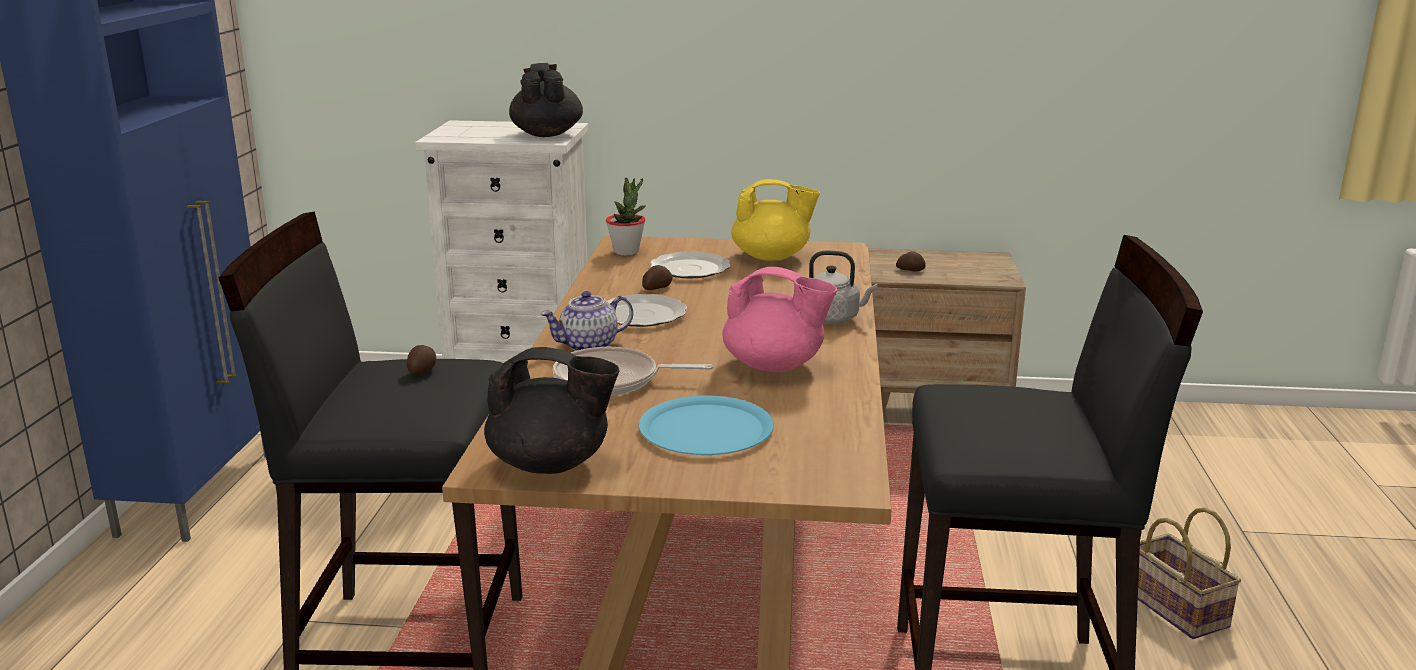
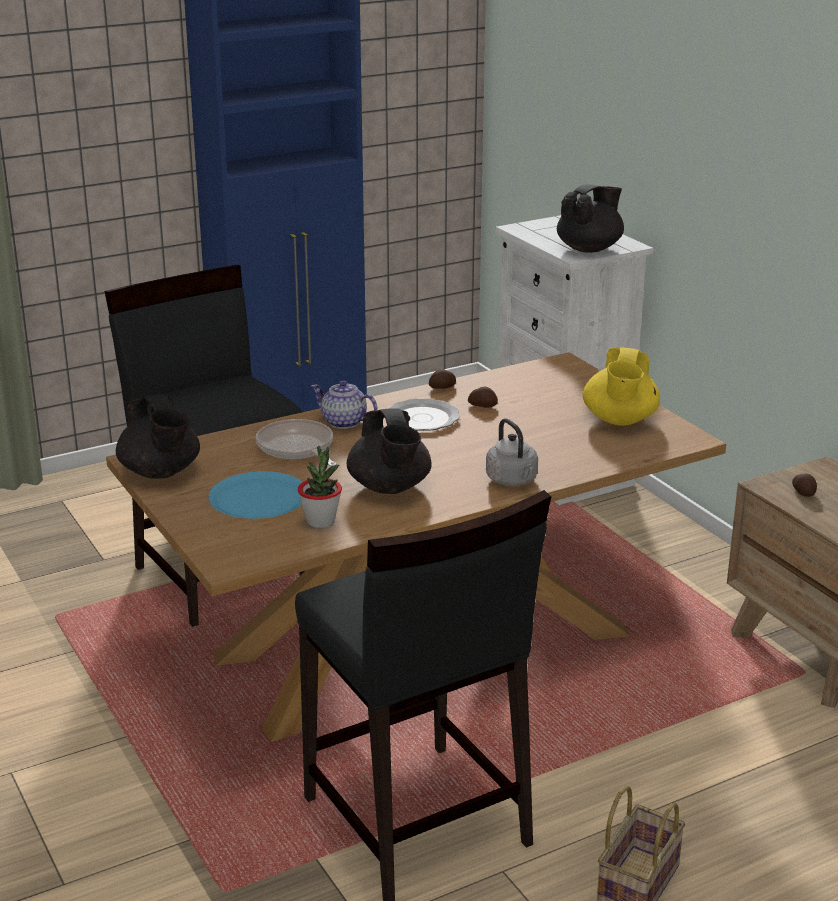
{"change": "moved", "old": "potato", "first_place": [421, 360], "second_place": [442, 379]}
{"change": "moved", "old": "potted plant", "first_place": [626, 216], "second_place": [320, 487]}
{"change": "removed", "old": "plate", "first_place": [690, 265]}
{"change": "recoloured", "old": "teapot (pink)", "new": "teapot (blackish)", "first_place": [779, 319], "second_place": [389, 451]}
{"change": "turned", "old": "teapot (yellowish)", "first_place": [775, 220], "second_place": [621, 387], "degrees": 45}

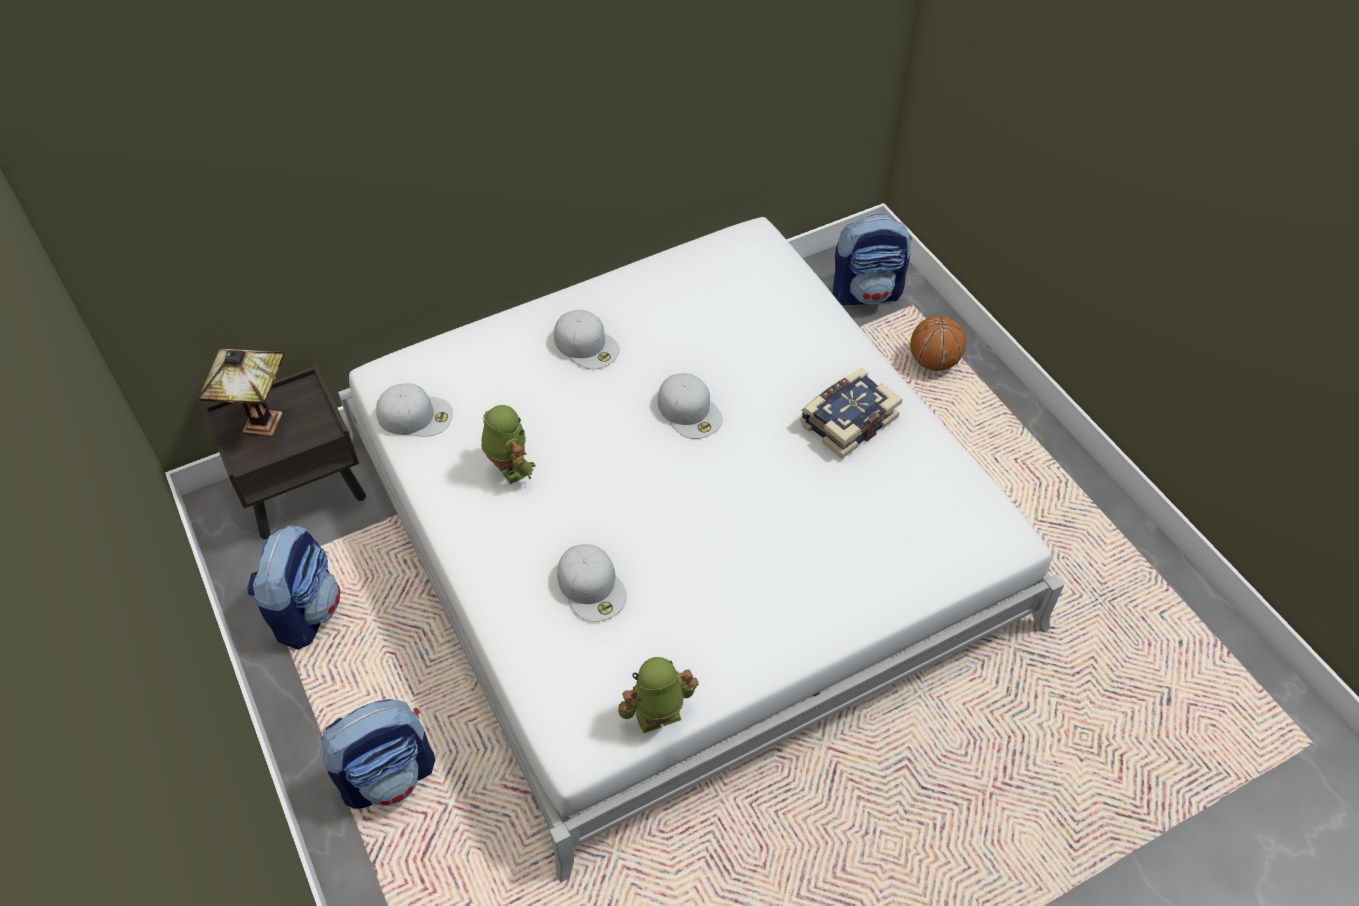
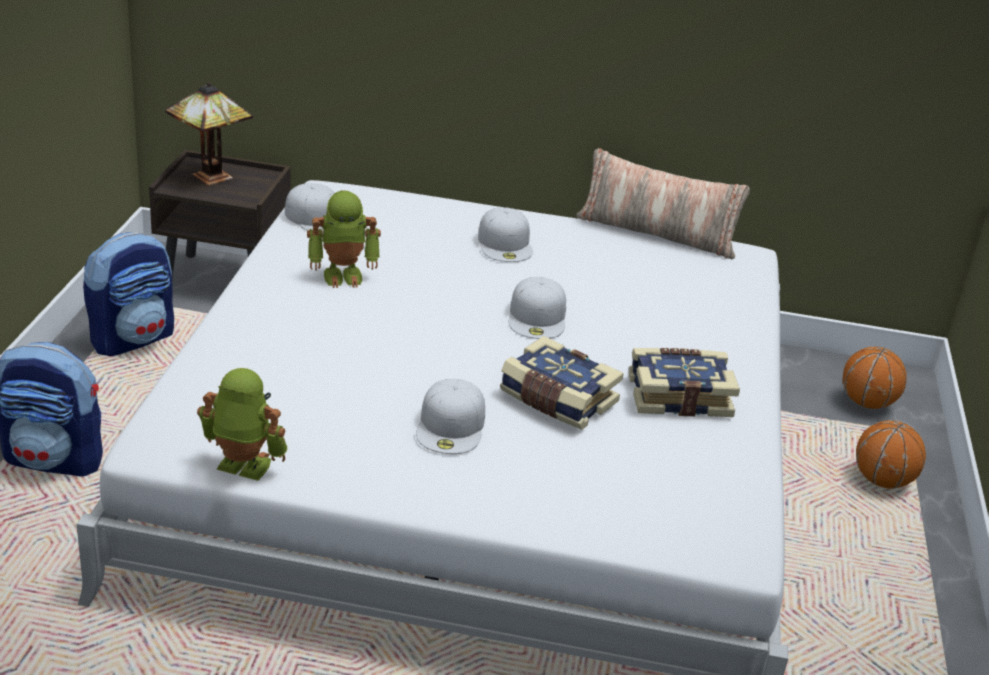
{"change": "turned", "old": "robot figure", "first_place": [508, 444], "second_place": [344, 239], "degrees": 75}
{"change": "moved", "old": "baseball cap (white)", "first_place": [592, 583], "second_place": [450, 416]}
{"change": "replaced", "old": "knapsack", "new": "basketball ball", "first_place": [872, 259], "second_place": [875, 378]}
{"change": "added", "new": "bound book", "second_place": [562, 383]}
{"change": "added", "new": "throw pillow", "second_place": [663, 203]}

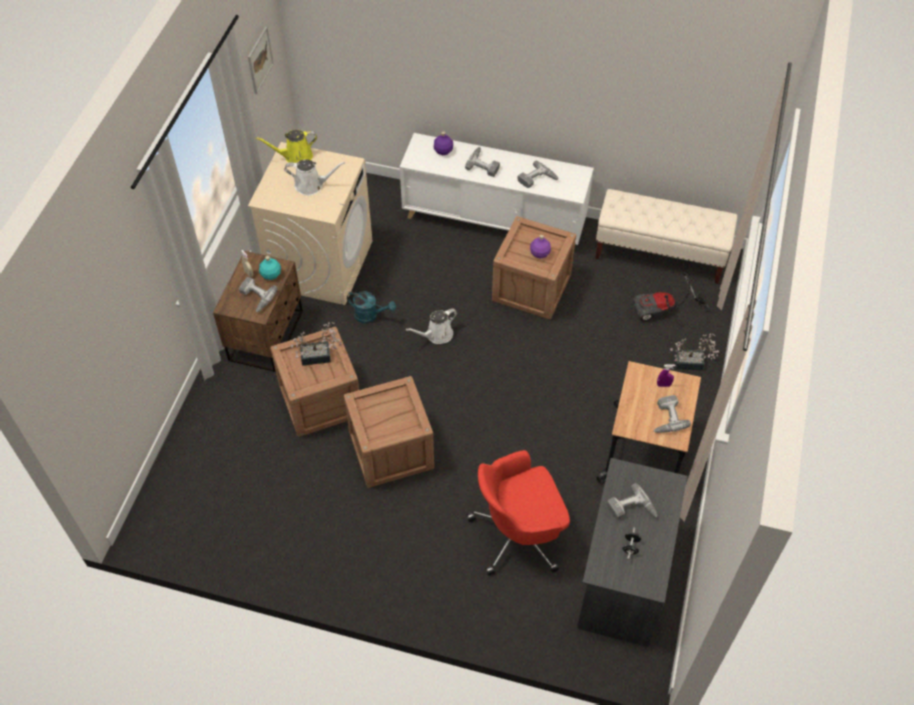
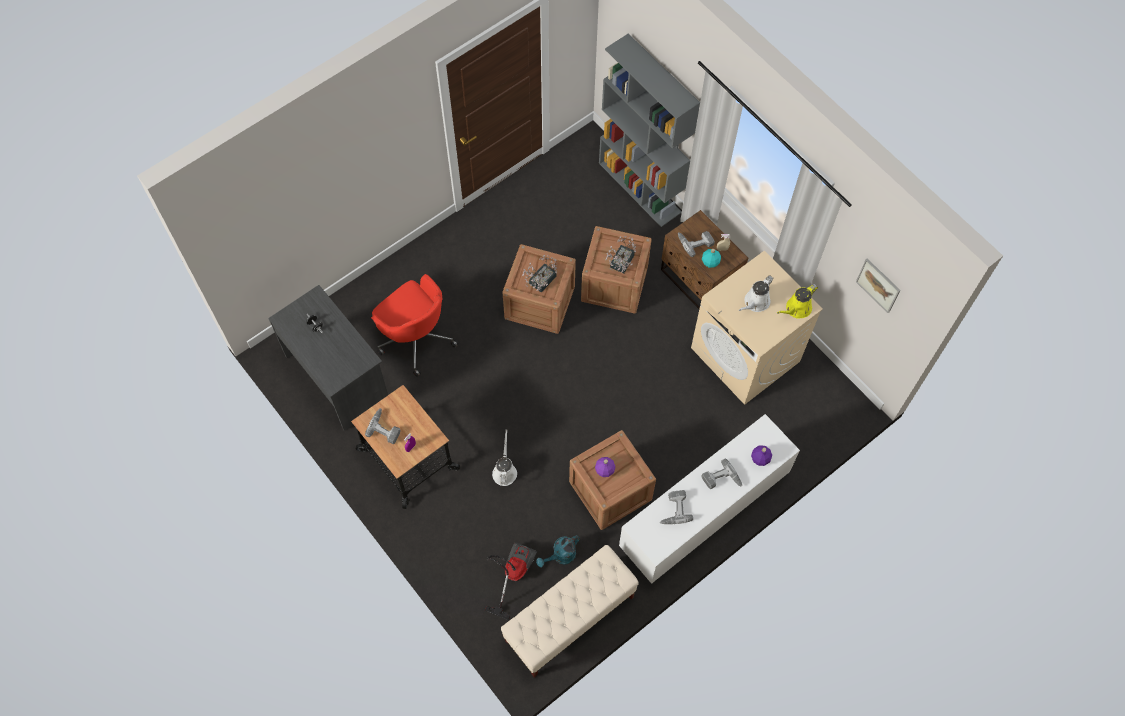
{"change": "turned", "old": "watering pot (yellowish)", "first_place": [286, 146], "second_place": [797, 301], "degrees": -150}
{"change": "moved", "old": "watering pot (turquoise-coloured)", "first_place": [371, 307], "second_place": [558, 551]}
{"change": "moved", "old": "watering pot (white)", "first_place": [432, 326], "second_place": [504, 458]}
{"change": "turned", "old": "computer chair (red-coloured)", "first_place": [518, 513], "second_place": [415, 325], "degrees": 120}
{"change": "removed", "old": "drill", "first_place": [631, 501]}
{"change": "moved", "old": "potted plant", "first_place": [694, 351], "second_place": [539, 274]}
{"change": "added", "new": "bookshelf (grey)", "second_place": [649, 130]}

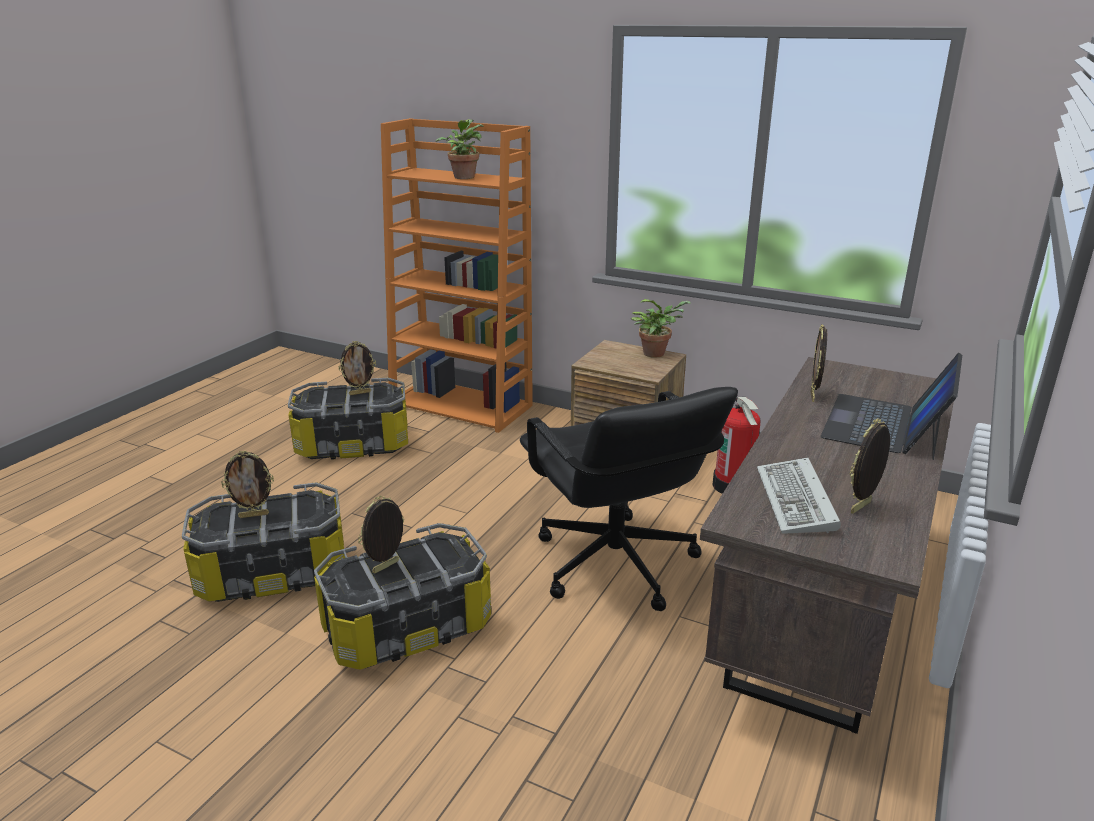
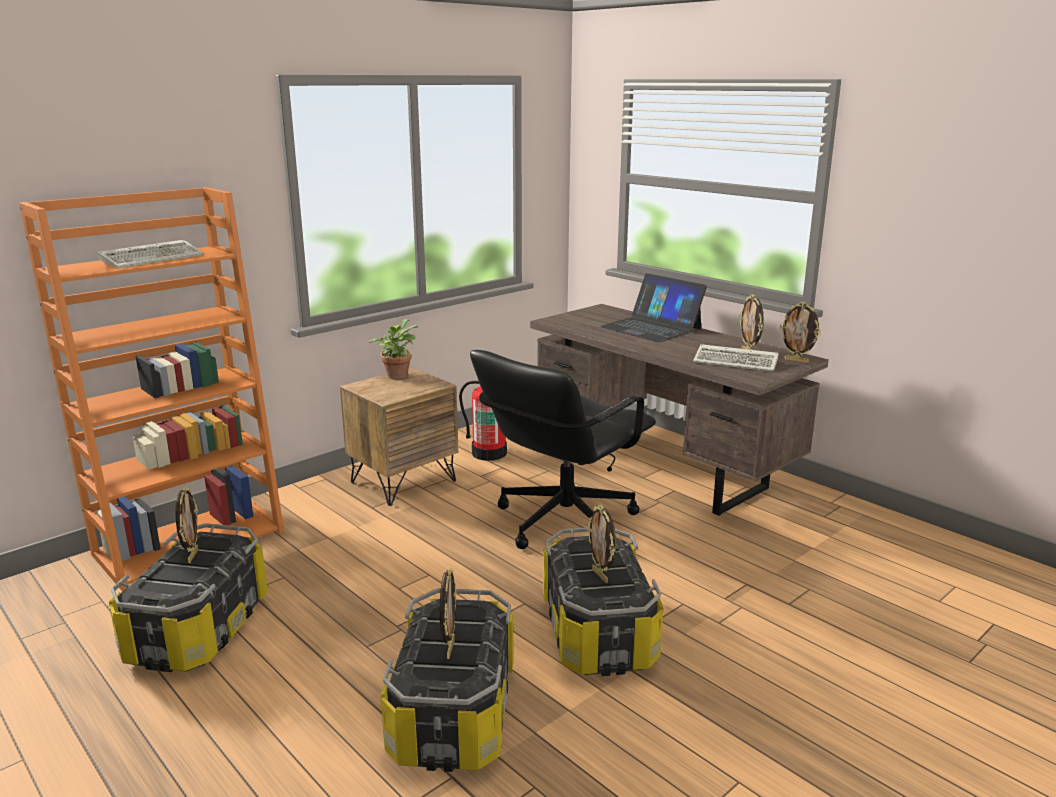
{"change": "replaced", "old": "potted plant", "new": "PC keyboard", "first_place": [459, 149], "second_place": [150, 254]}
{"change": "turned", "old": "computer chair (blackish)", "first_place": [629, 499], "second_place": [563, 449], "degrees": 135}
{"change": "moved", "old": "picture frame", "first_place": [819, 363], "second_place": [800, 332]}

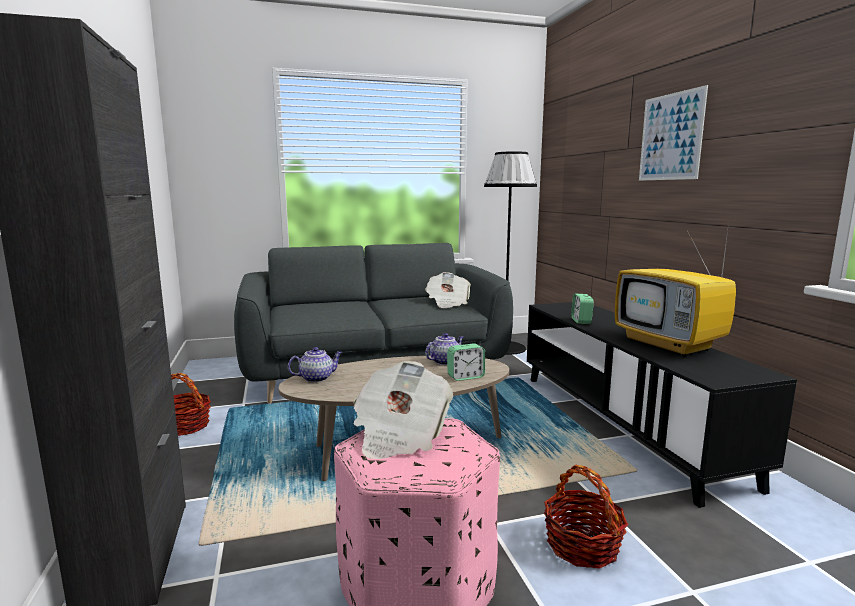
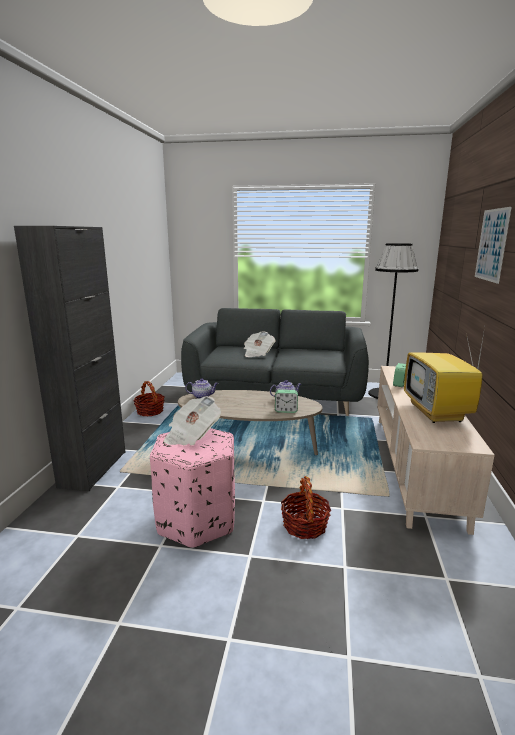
{"change": "moved", "old": "newspaper", "first_place": [448, 290], "second_place": [259, 344]}
{"change": "recoloured", "old": "media console (blackish)", "new": "media console (beige)", "first_place": [662, 405], "second_place": [436, 450]}

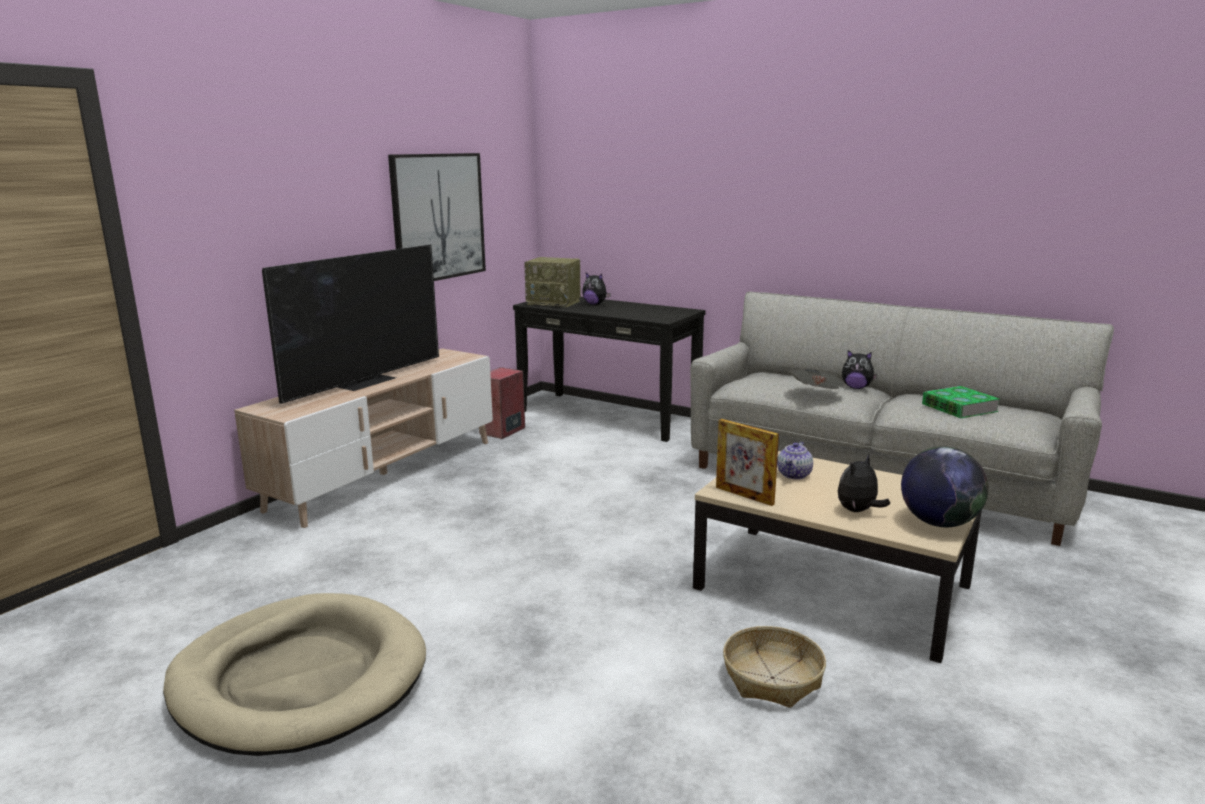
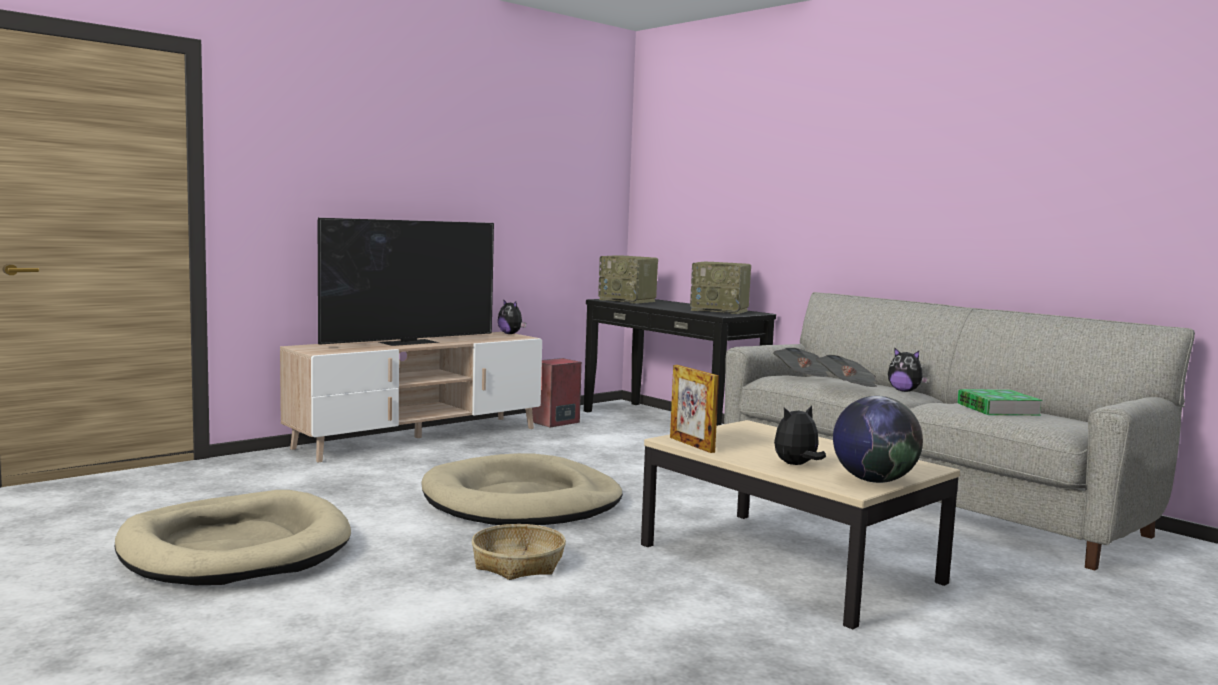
{"change": "removed", "old": "wall art", "first_place": [437, 217]}
{"change": "moved", "old": "plush toy", "first_place": [596, 289], "second_place": [512, 316]}
{"change": "moved", "old": "household basket", "first_place": [774, 667], "second_place": [519, 552]}
{"change": "removed", "old": "teapot", "first_place": [795, 461]}
{"change": "added", "new": "dog bed (beige)", "second_place": [522, 489]}
{"change": "added", "new": "radio receiver", "second_place": [720, 288]}
{"change": "added", "new": "newspaper", "second_place": [801, 362]}

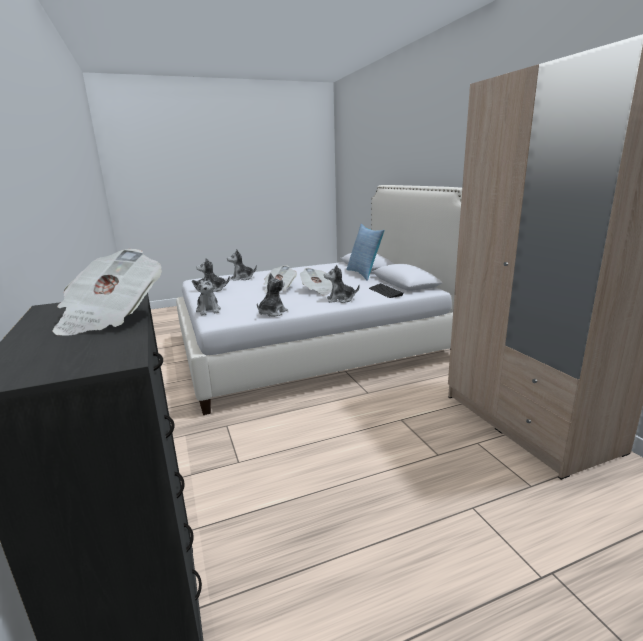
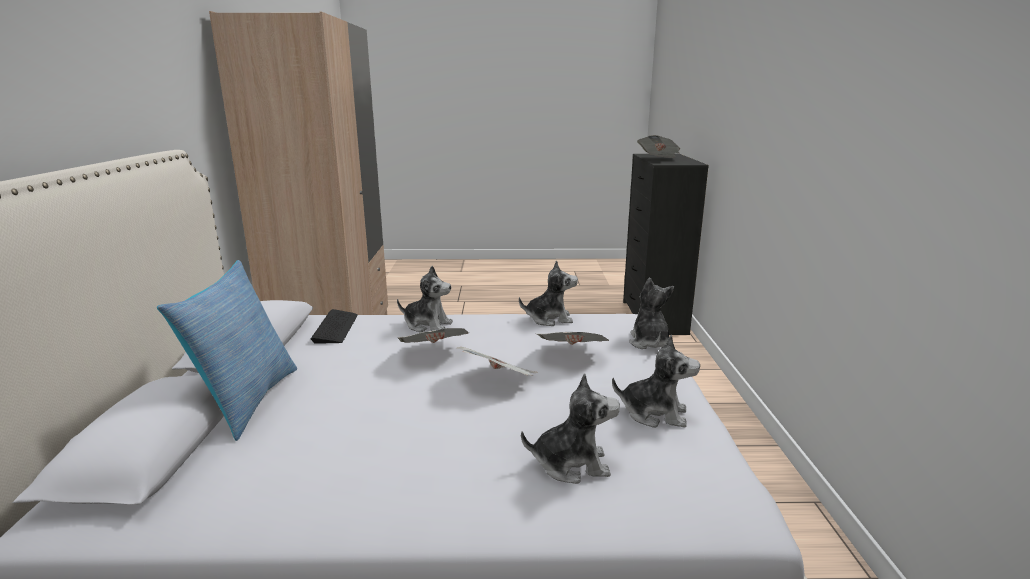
{"change": "turned", "old": "plush toy", "first_place": [272, 295], "second_place": [548, 293], "degrees": -150}
{"change": "added", "new": "newspaper", "second_place": [573, 338]}

